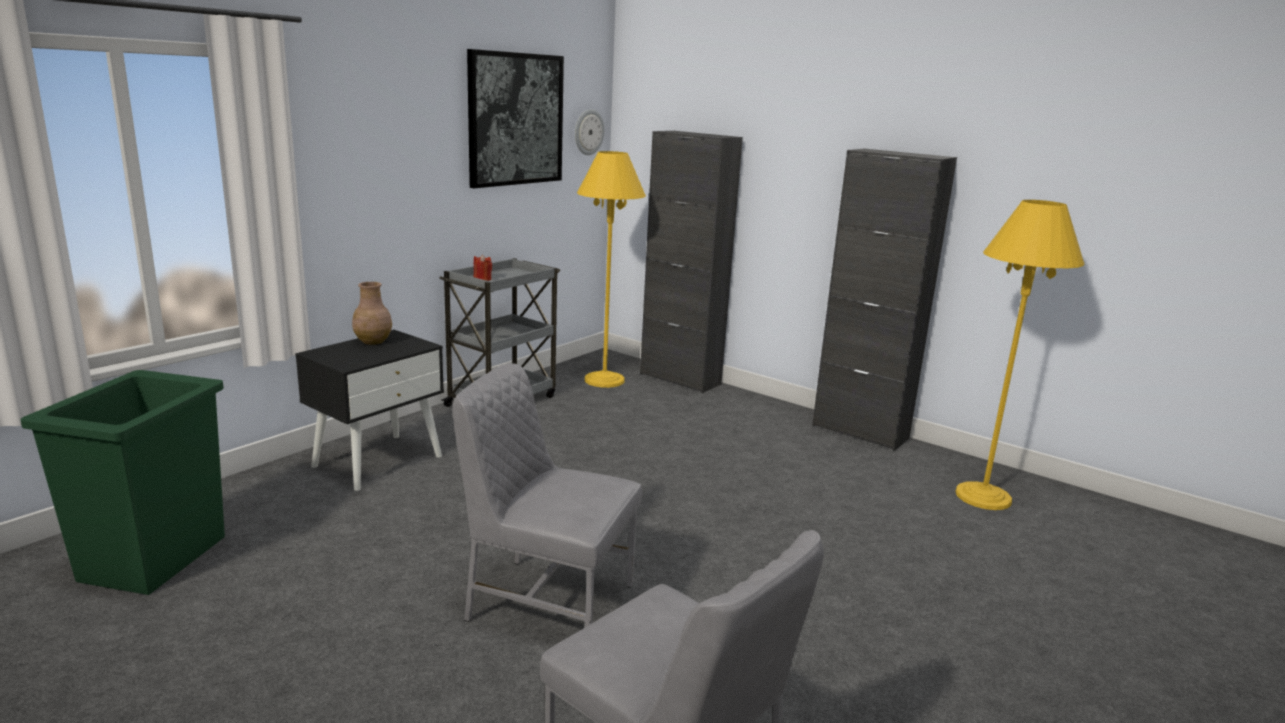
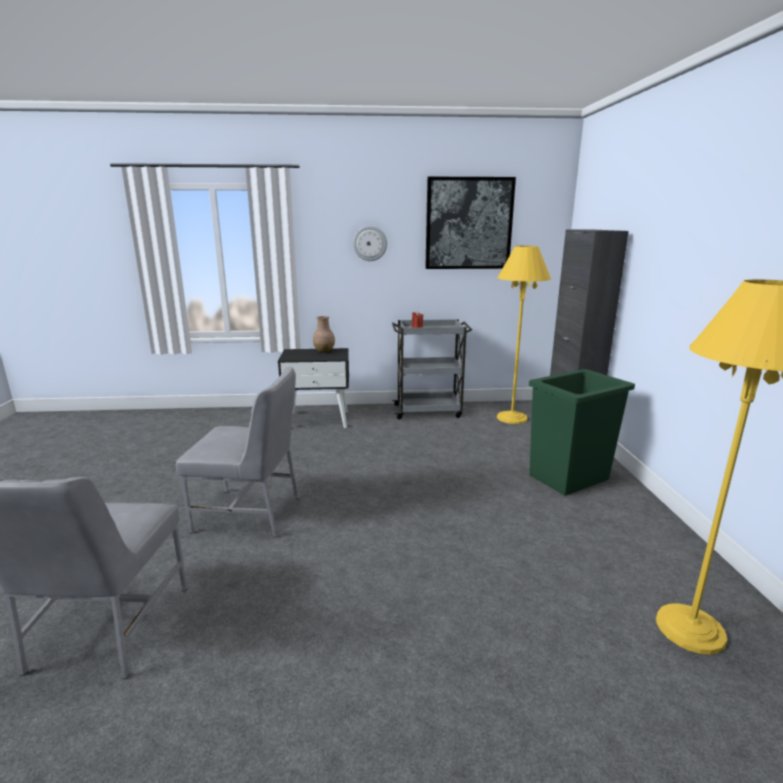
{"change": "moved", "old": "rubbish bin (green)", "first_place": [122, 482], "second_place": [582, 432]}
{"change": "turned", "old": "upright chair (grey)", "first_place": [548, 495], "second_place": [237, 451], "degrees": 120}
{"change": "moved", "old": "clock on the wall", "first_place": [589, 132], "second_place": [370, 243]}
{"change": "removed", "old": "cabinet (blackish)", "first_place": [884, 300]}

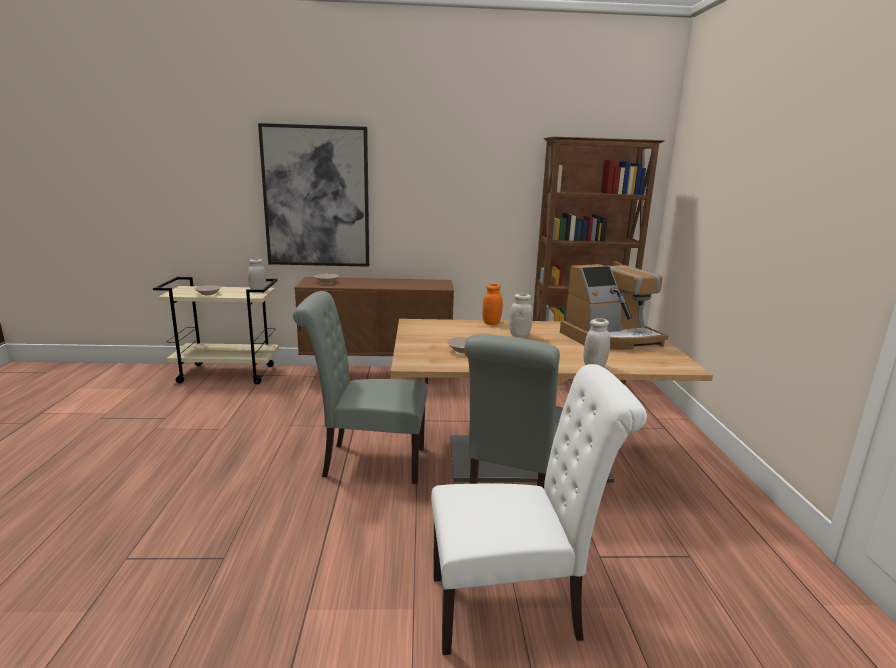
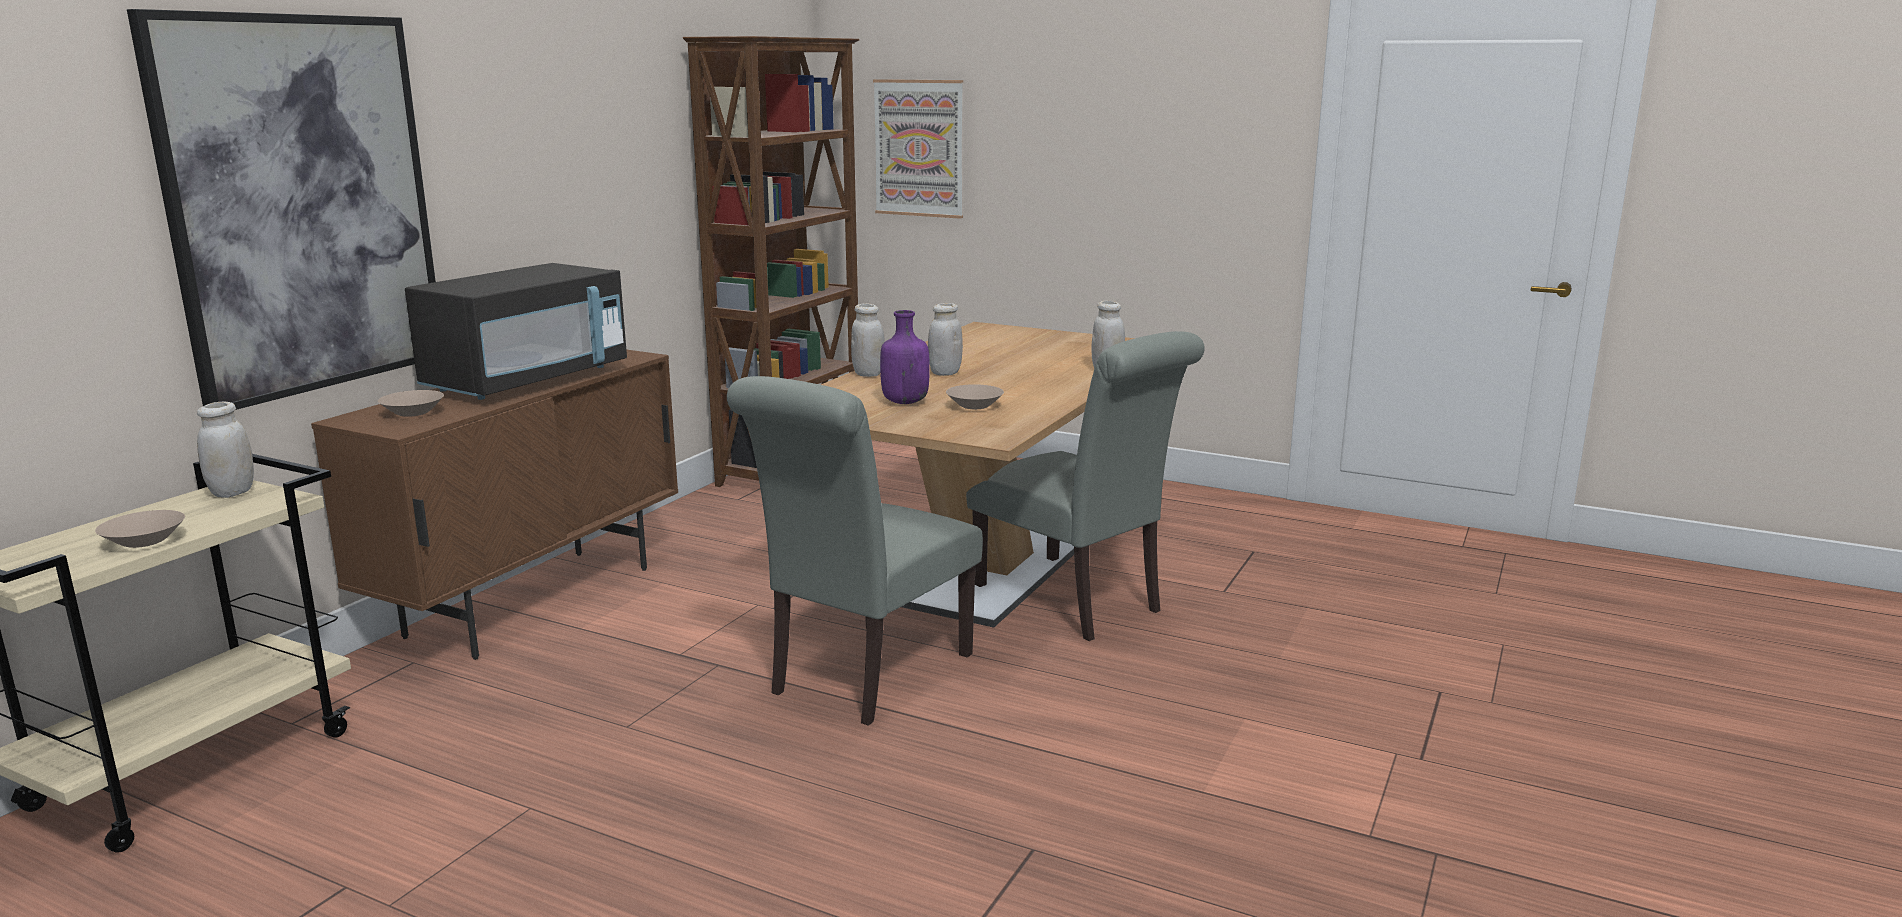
{"change": "removed", "old": "upright chair (white)", "first_place": [539, 509]}
{"change": "recoloured", "old": "storage jar (orange)", "new": "storage jar (white)", "first_place": [493, 304], "second_place": [868, 340]}
{"change": "removed", "old": "coffee maker", "first_place": [614, 307]}
{"change": "added", "new": "microwave (blackish)", "second_place": [516, 331]}
{"change": "added", "new": "wall art", "second_place": [918, 149]}
{"change": "added", "new": "drink bottle (purple-coloured)", "second_place": [905, 357]}

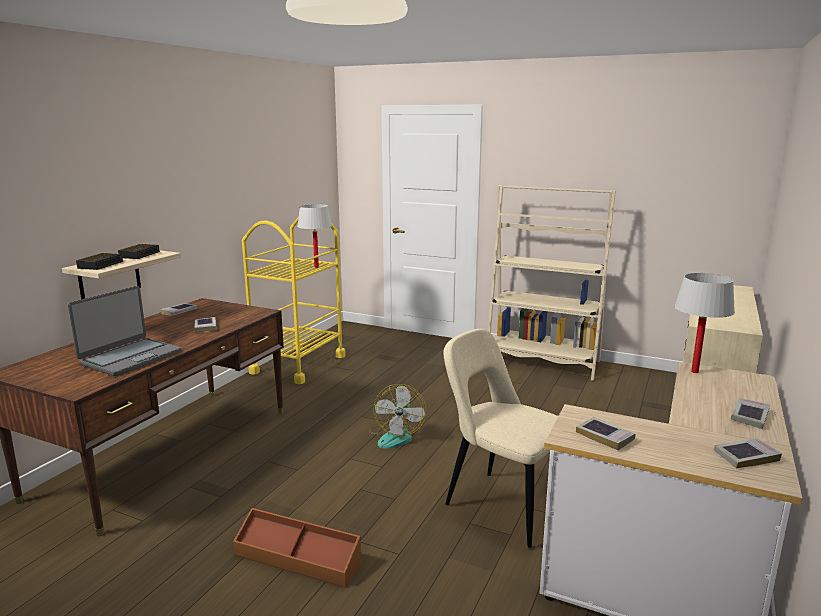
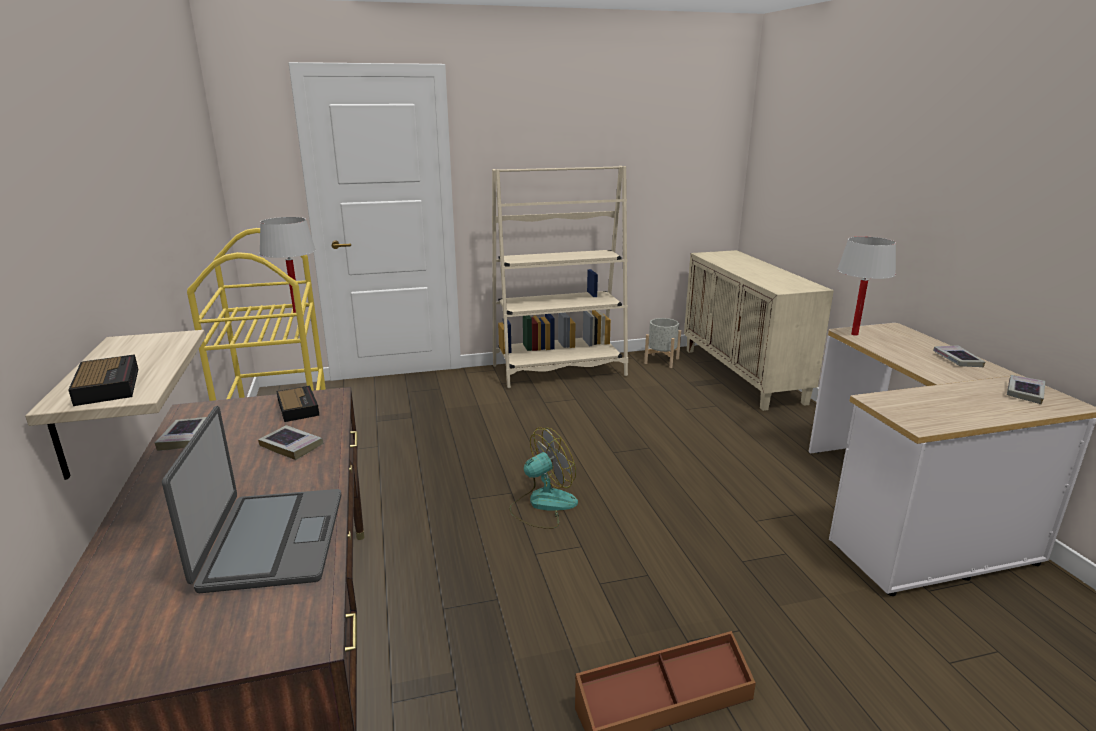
{"change": "moved", "old": "table clock", "first_place": [139, 251], "second_place": [298, 403]}
{"change": "turned", "old": "electric fan", "first_place": [398, 416], "second_place": [543, 478], "degrees": -90}
{"change": "removed", "old": "upright chair (beige)", "first_place": [500, 438]}
{"change": "removed", "old": "bound book", "first_place": [606, 433]}
{"change": "added", "new": "planter (grey)", "second_place": [662, 343]}

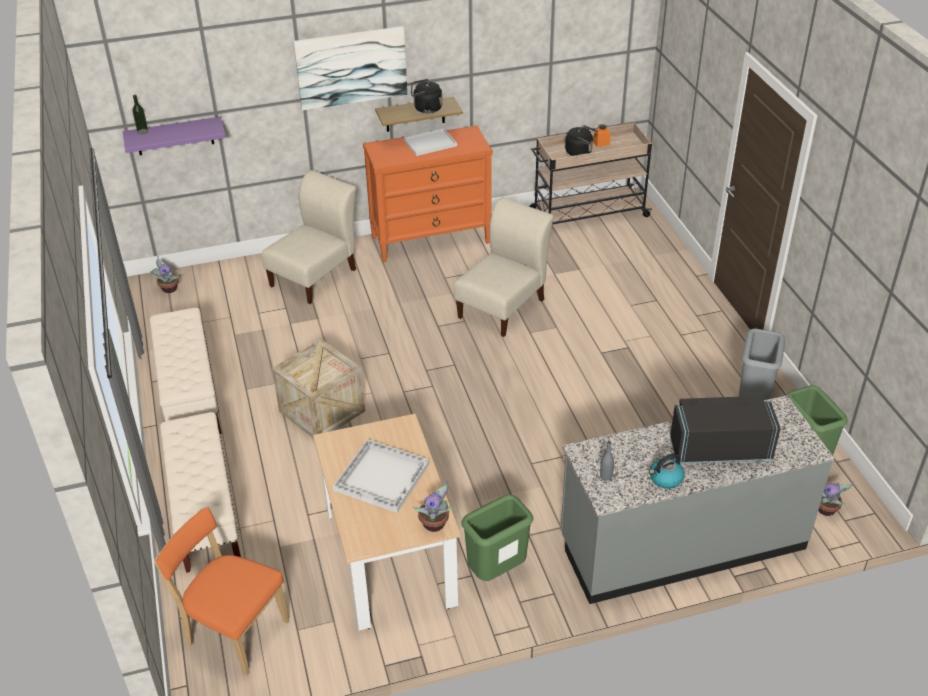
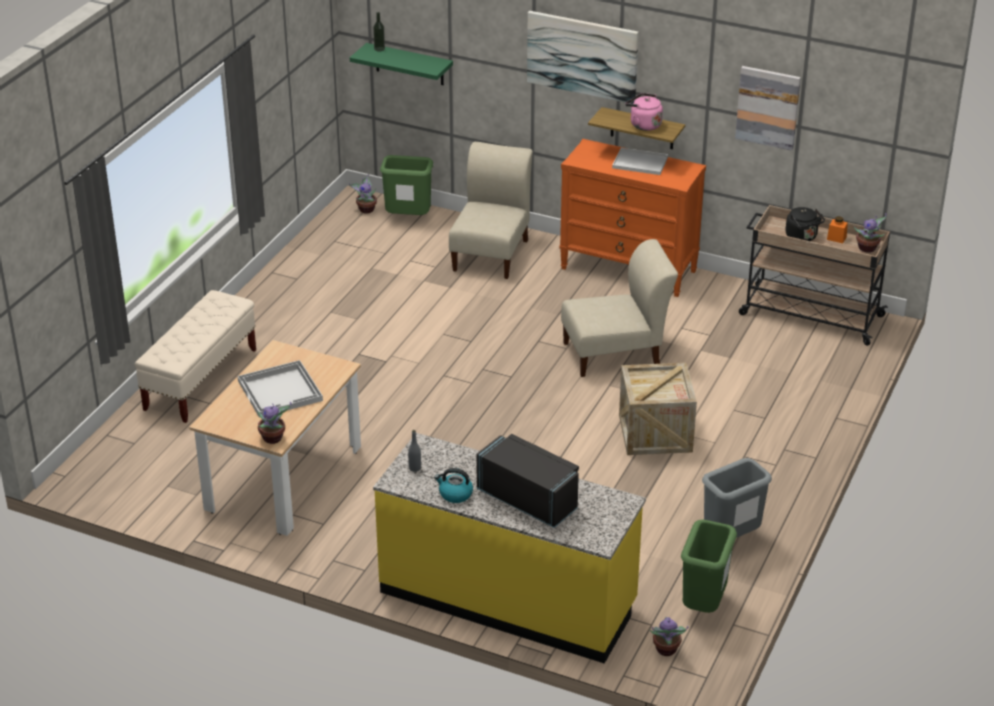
{"change": "recoloured", "old": "wall shelf (purple-coloured)", "new": "wall shelf (green)", "first_place": [174, 136], "second_place": [401, 64]}
{"change": "removed", "old": "indoor bench (beige)", "first_place": [185, 371]}
{"change": "removed", "old": "upright chair (orange)", "first_place": [221, 591]}
{"change": "turned", "old": "upright chair (beige)", "first_place": [309, 237], "second_place": [491, 210], "degrees": -60}
{"change": "moved", "old": "packing crate", "first_place": [318, 389], "second_place": [658, 409]}
{"change": "recoloured", "old": "water kettle (blackish)", "new": "water kettle (pink)", "first_place": [426, 96], "second_place": [644, 112]}
{"change": "moved", "old": "rubbish bin (green)", "first_place": [497, 538], "second_place": [406, 185]}
{"change": "recoloured", "old": "counter (grey)", "new": "counter (yellowish)", "first_place": [697, 499], "second_place": [509, 548]}
{"change": "added", "new": "wall art", "second_place": [768, 108]}
{"change": "added", "new": "potted plant", "second_place": [870, 233]}

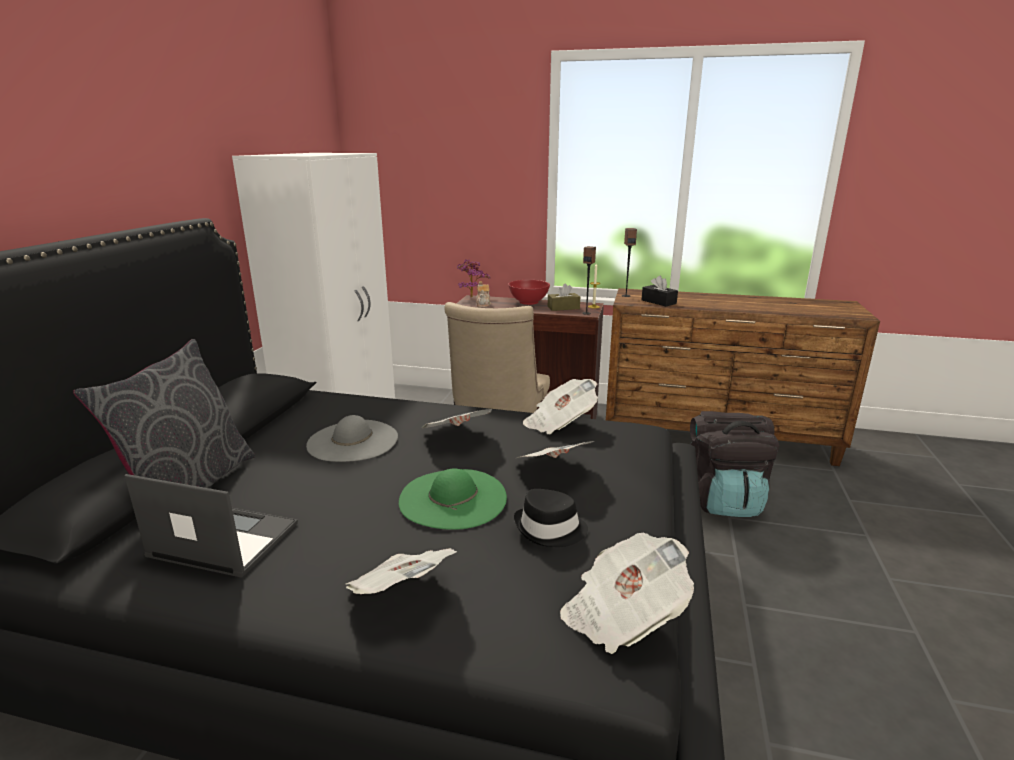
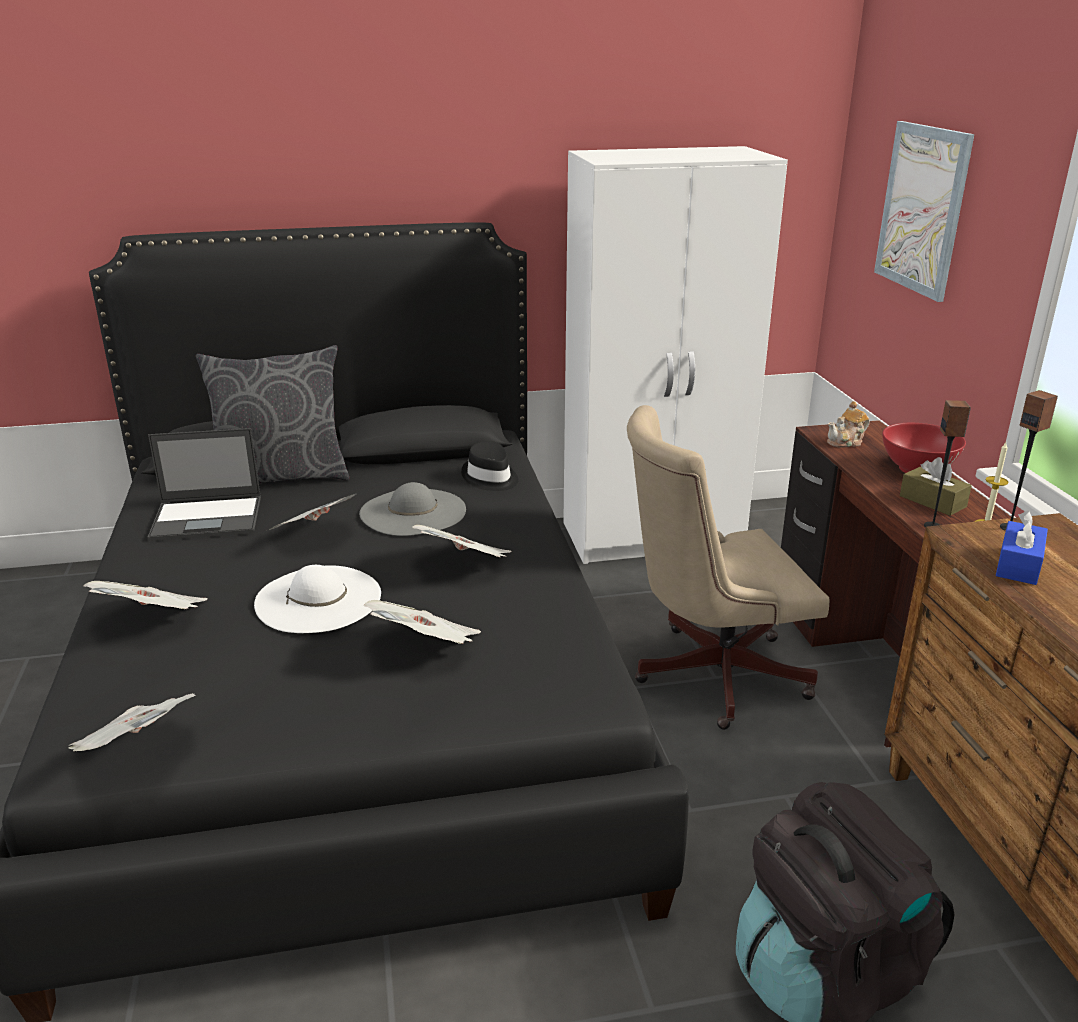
{"change": "turned", "old": "portable computer", "first_place": [211, 526], "second_place": [204, 484], "degrees": 90}
{"change": "recoloured", "old": "wearable hat (green)", "new": "wearable hat (white)", "first_place": [453, 499], "second_place": [317, 599]}
{"change": "removed", "old": "potted plant", "first_place": [473, 278]}
{"change": "moved", "old": "wearable hat (blackish)", "first_place": [551, 518], "second_place": [489, 466]}
{"change": "moved", "old": "newspaper", "first_place": [560, 407], "second_place": [312, 512]}
{"change": "recoloured", "old": "tissue holder (blackish)", "new": "tissue holder (blue)", "first_place": [660, 291], "second_place": [1022, 548]}
{"change": "added", "new": "wall art", "second_place": [924, 211]}

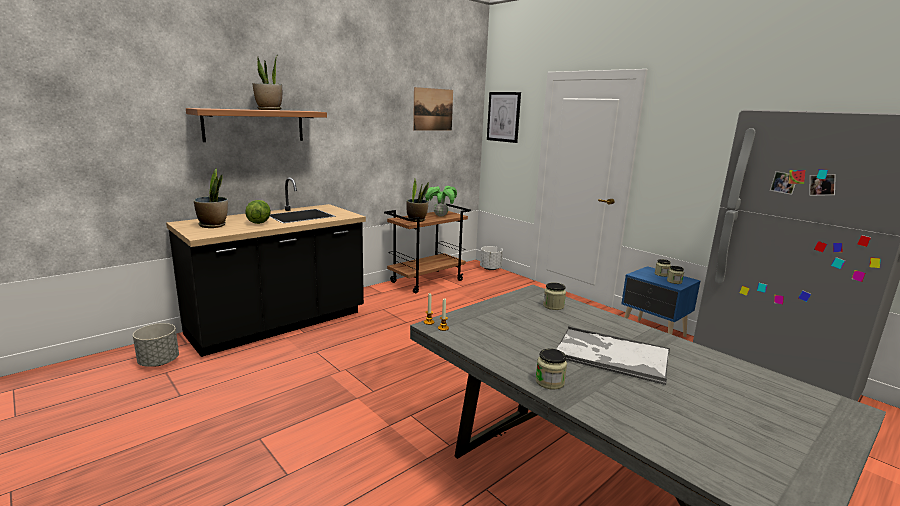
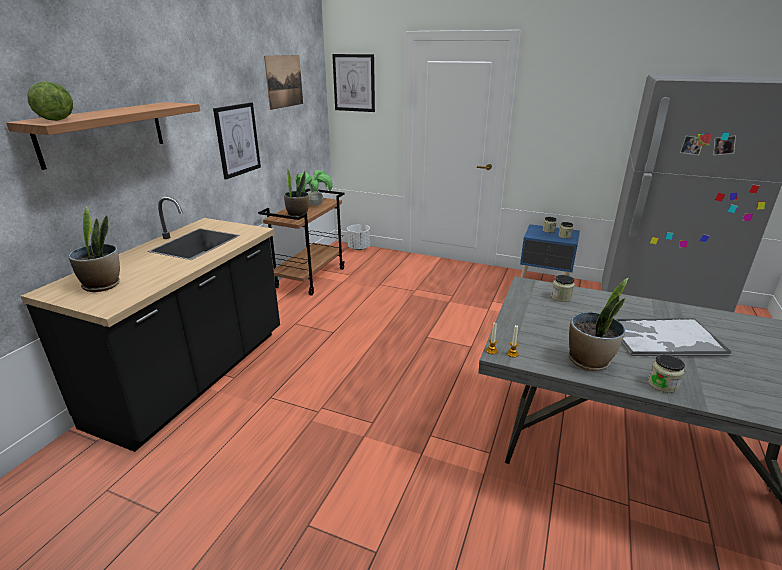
{"change": "removed", "old": "planter (grey)", "first_place": [156, 345]}
{"change": "moved", "old": "lettuce head", "first_place": [258, 212], "second_place": [50, 101]}
{"change": "moved", "old": "potted plant", "first_place": [267, 83], "second_place": [598, 324]}
{"change": "added", "new": "wall art", "second_place": [237, 140]}

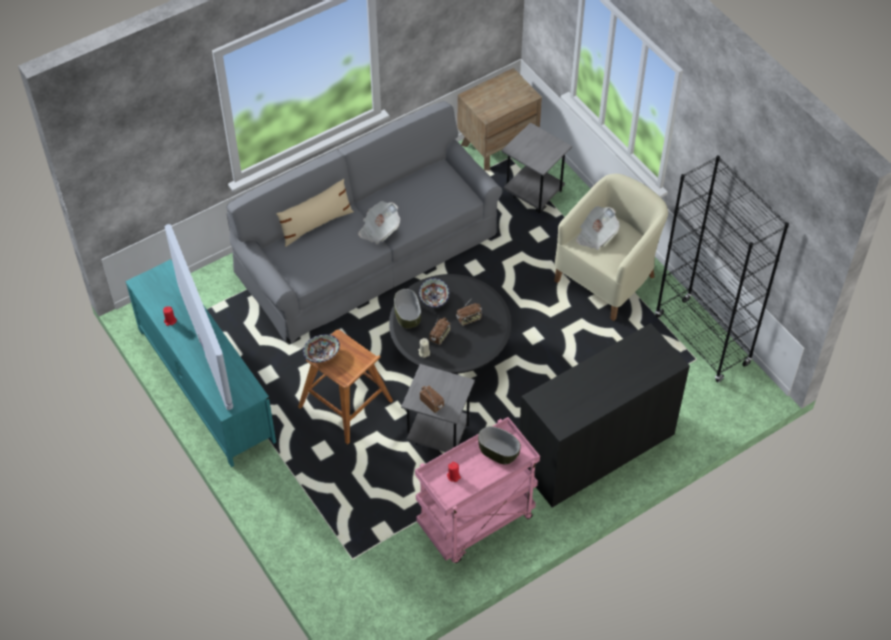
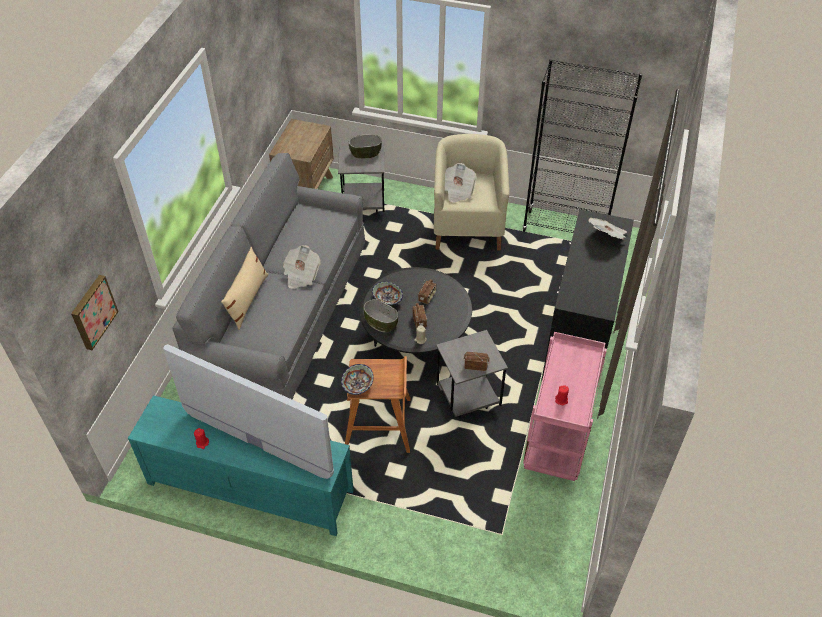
{"change": "moved", "old": "bowl", "first_place": [499, 445], "second_place": [365, 146]}
{"change": "added", "new": "wall art", "second_place": [95, 312]}
{"change": "added", "new": "newspaper", "second_place": [608, 229]}

